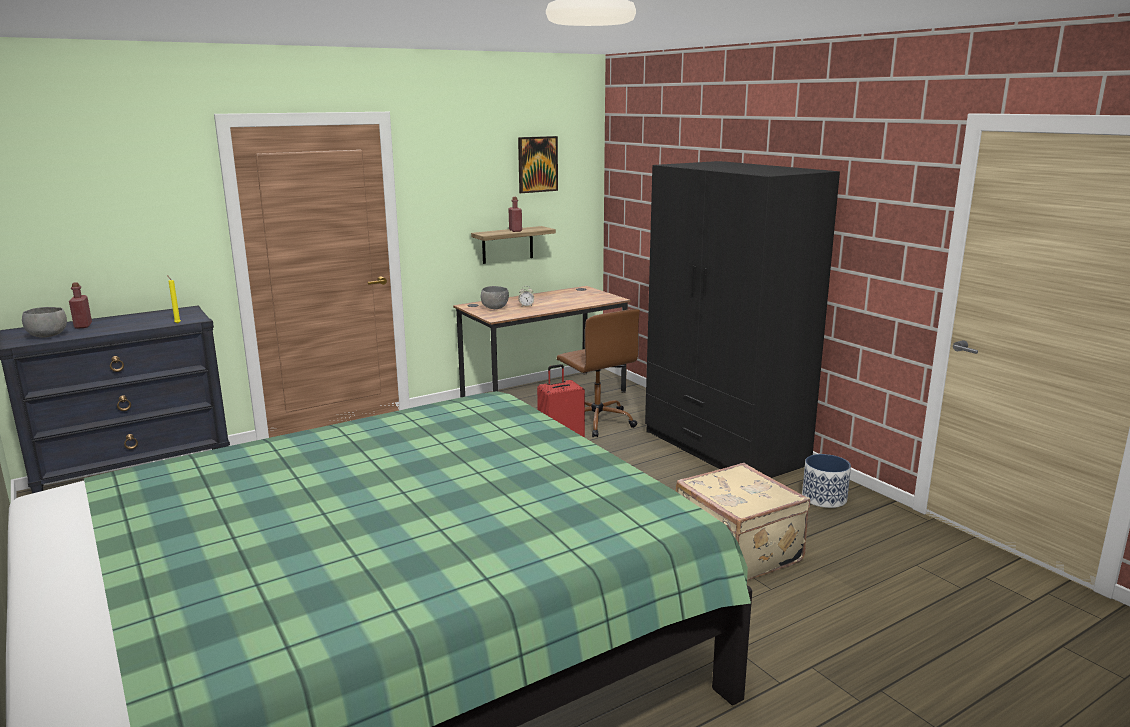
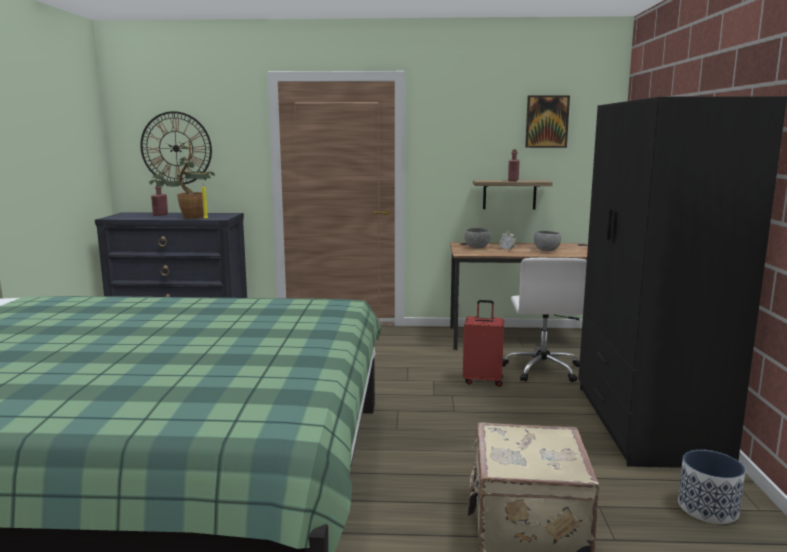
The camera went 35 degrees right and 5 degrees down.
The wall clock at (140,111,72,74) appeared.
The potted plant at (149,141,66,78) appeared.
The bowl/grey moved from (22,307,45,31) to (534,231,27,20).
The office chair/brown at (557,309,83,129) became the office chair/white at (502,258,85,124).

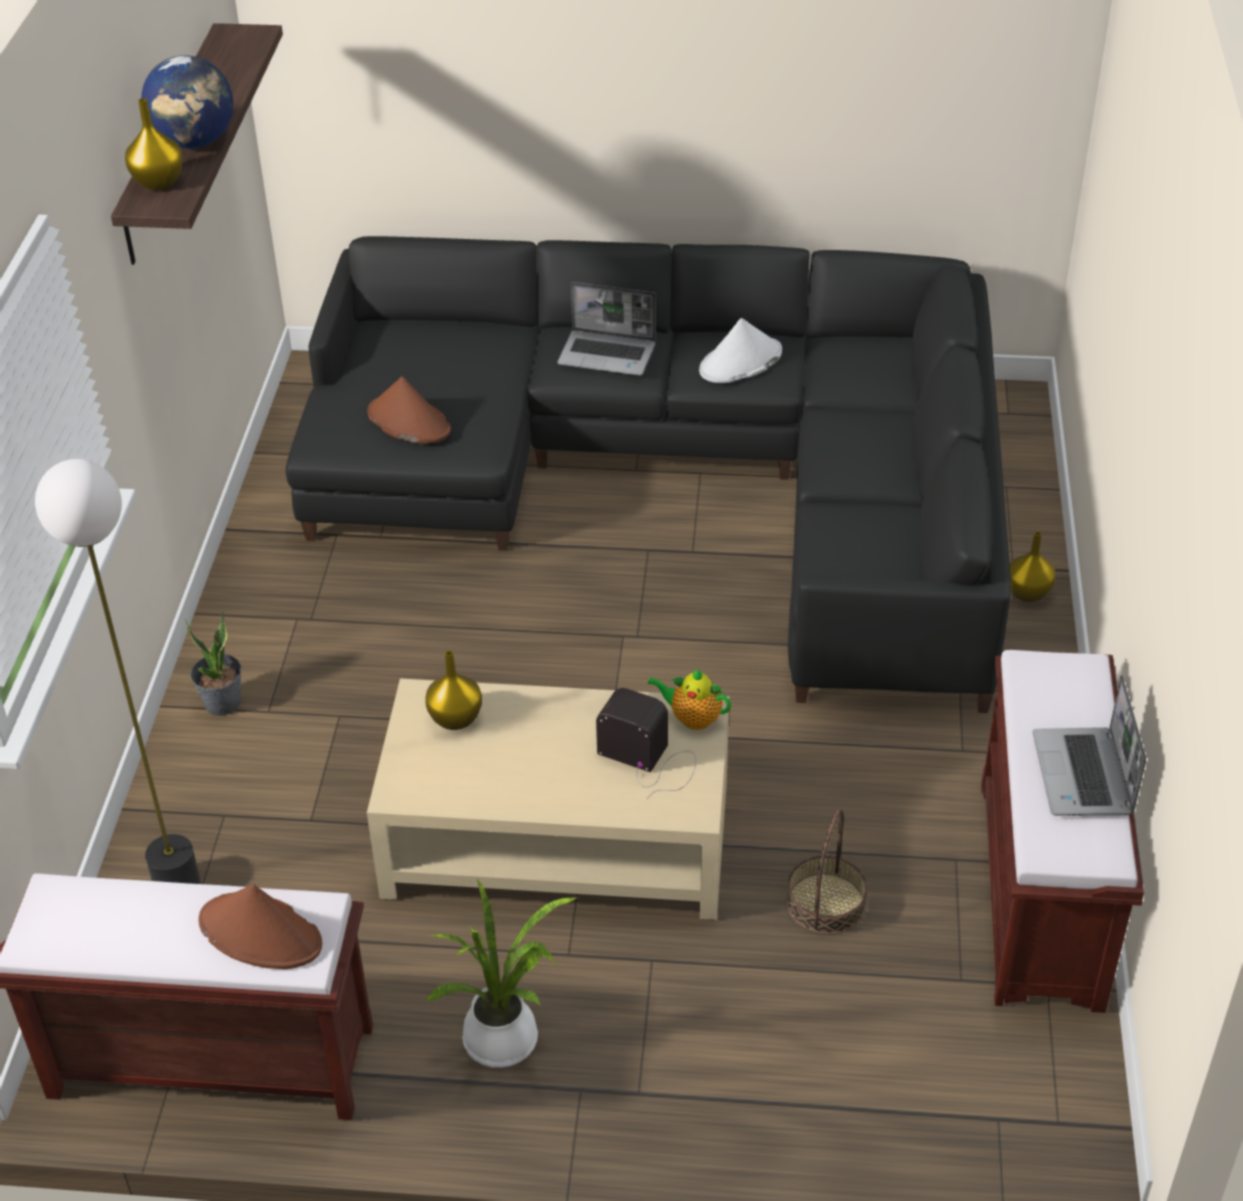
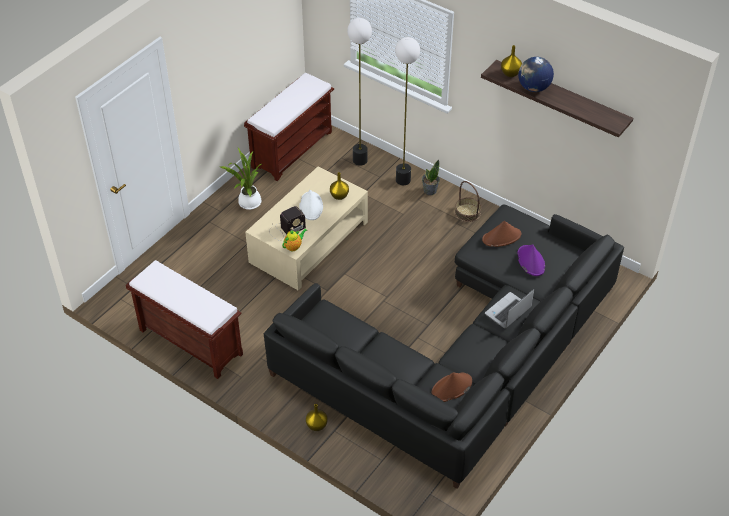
The camera went 120 degrees right and 5 degrees up.
The laptop at (1033,675,113,141) disappeared.
The floor lamp at (395,37,25,148) appeared.
The hat/purple at (517,244,28,32) appeared.
The hat/brown moved from (198,884,124,85) to (431,372,41,30).
The hat/white moved from (699,318,83,65) to (299,190,24,30).
The basket moved from (787,808,81,127) to (455,181,27,41).

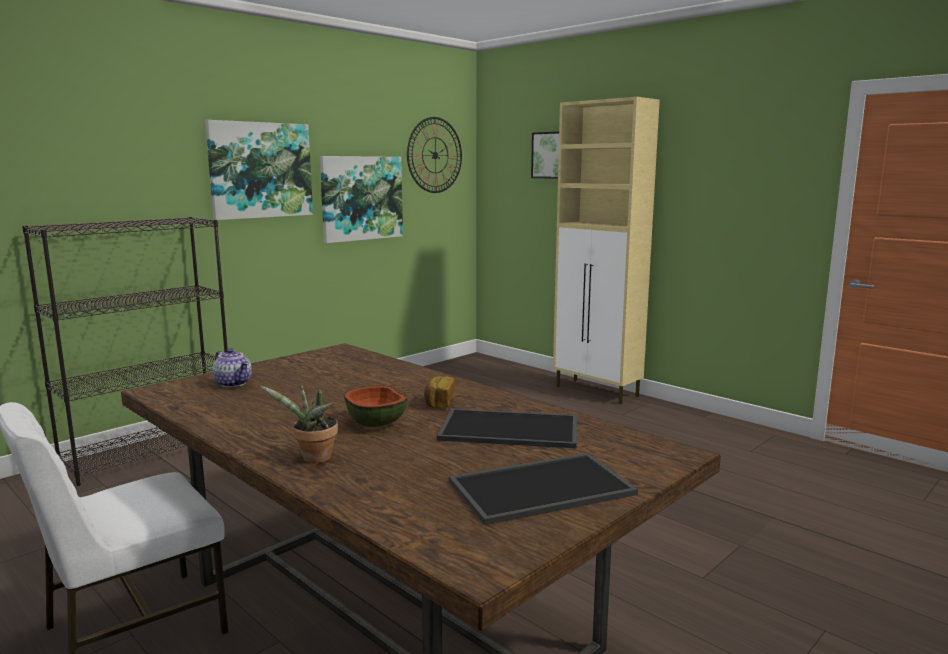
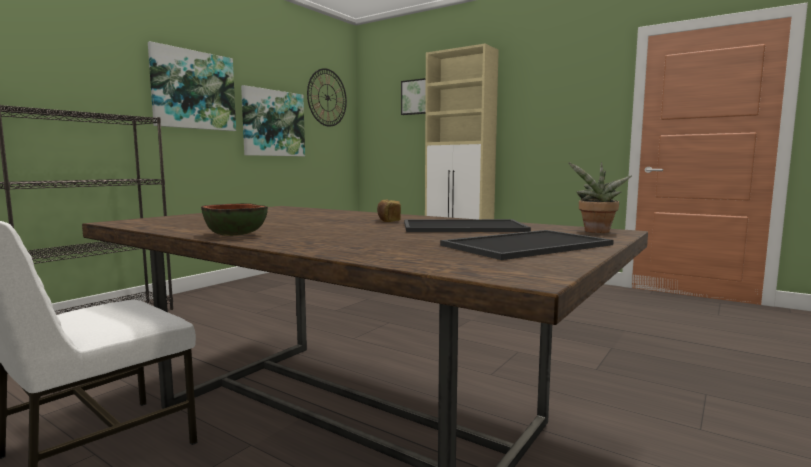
The camera went 10 degrees left and 5 degrees down.
The teapot at (212,348,40,39) disappeared.
The potted plant moved from (259,384,79,79) to (568,162,63,71).
The bowl moved from (344,385,64,42) to (201,203,67,33).

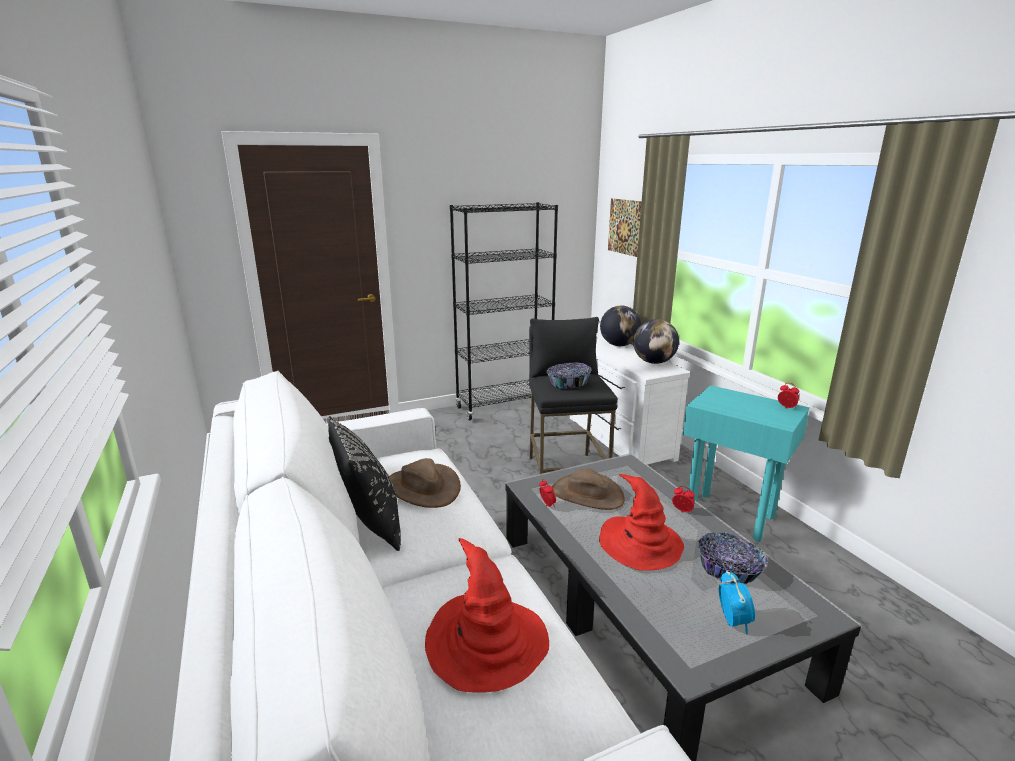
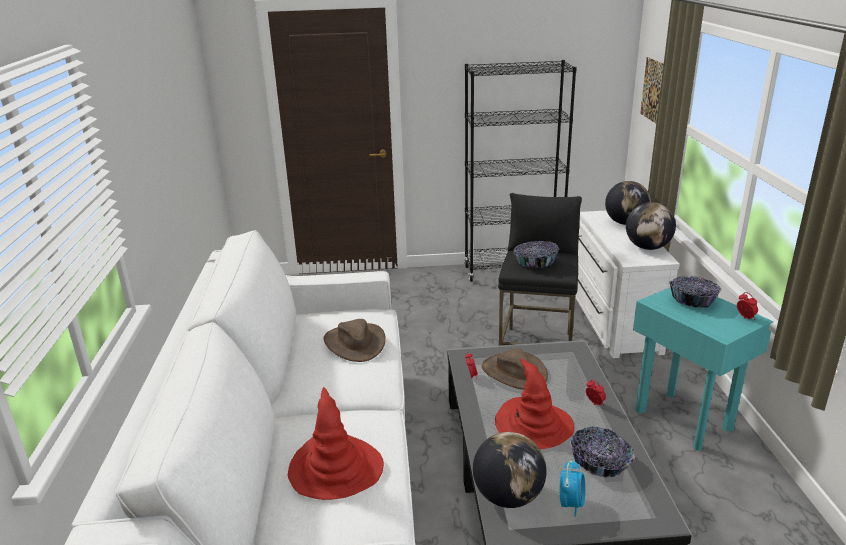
The camera went 20 degrees right and 5 degrees up.
The pillow/black at (328,416,73,135) disappeared.
The globe at (473,432,74,76) appeared.
The bowl at (669,276,53,32) appeared.

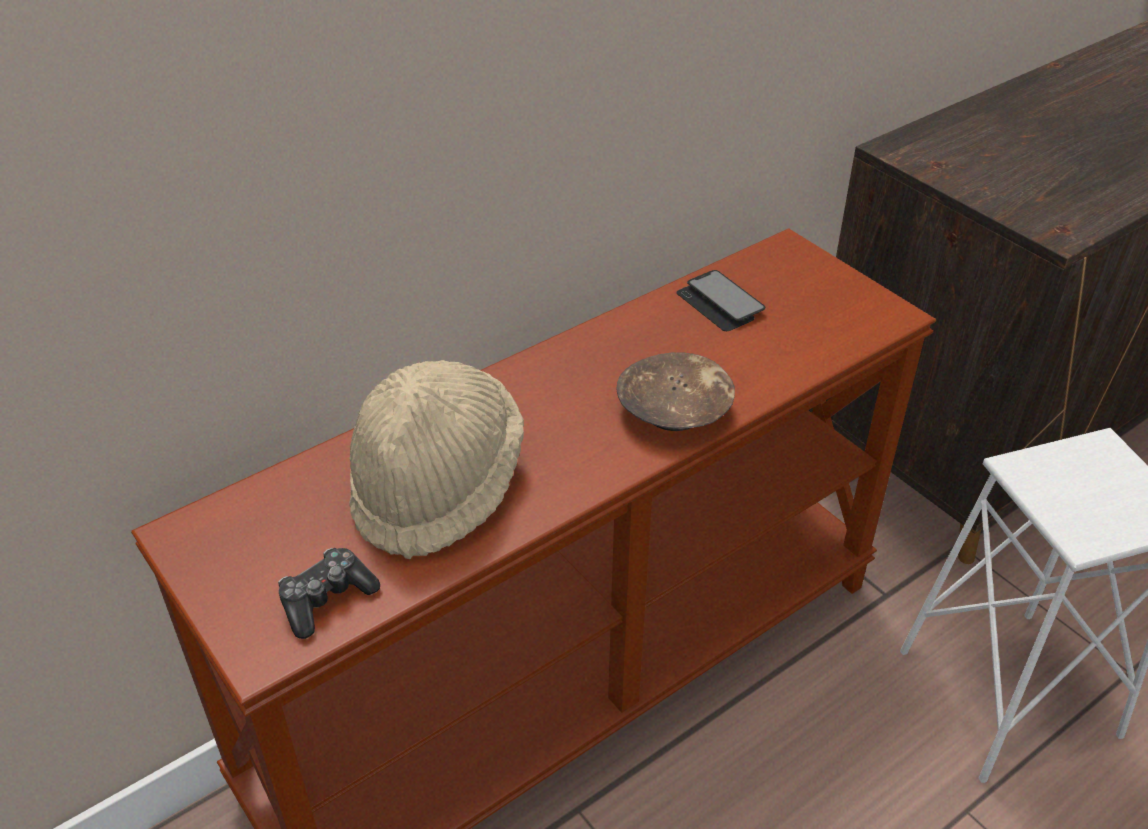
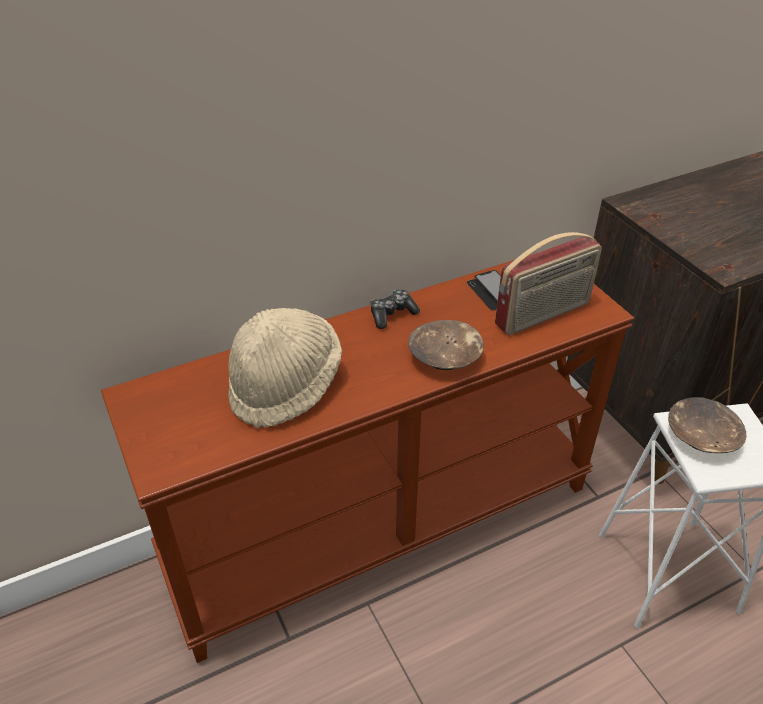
The camera went 10 degrees right and 0 degrees up.
The radio at (495,232,107,103) appeared.
The bowl/brown at (668,397,79,56) appeared.
The game controller moved from (278,548,102,91) to (370,290,50,39).

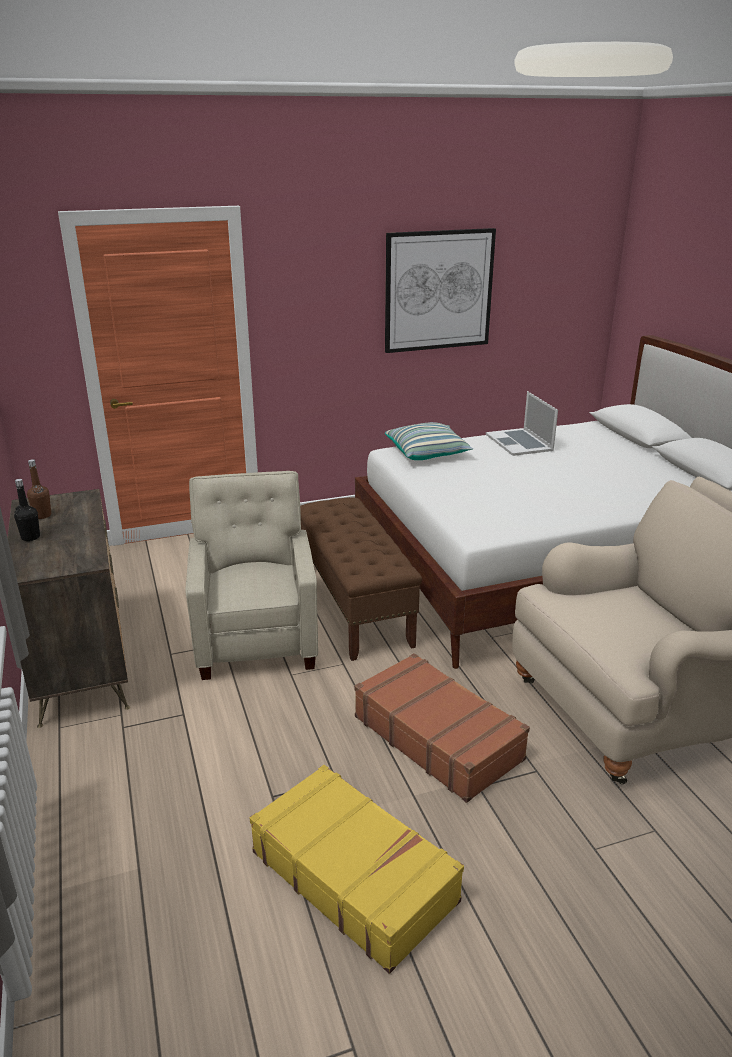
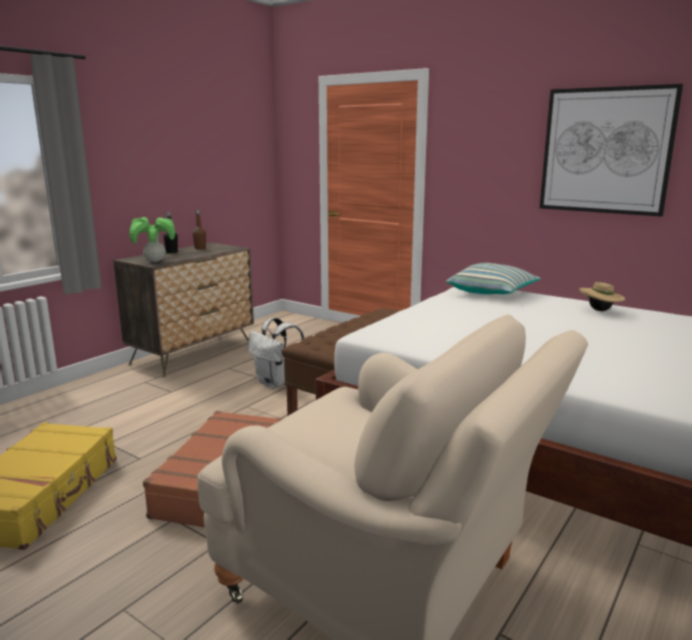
The camera went 55 degrees right and 10 degrees down.
The potted plant at (129,217,46,45) appeared.
The armchair/beige at (185,471,133,209) was replaced by the backpack/white at (248,318,56,71).
The laptop at (486,391,72,65) was replaced by the hat/beige at (580,282,45,29).

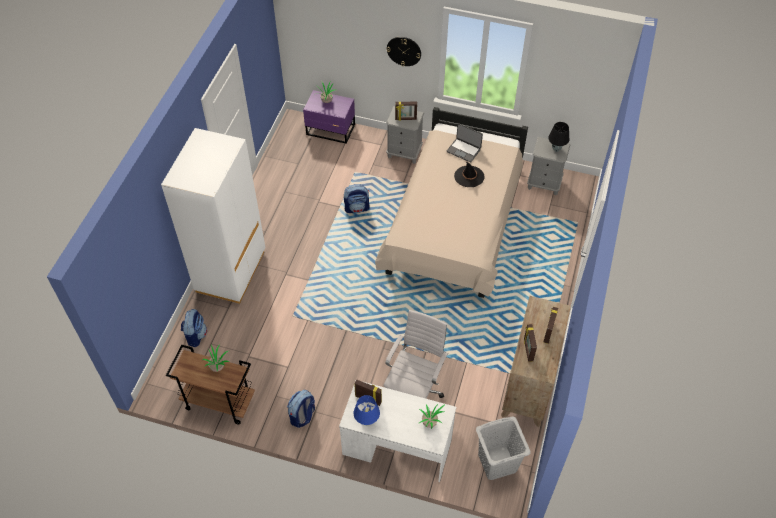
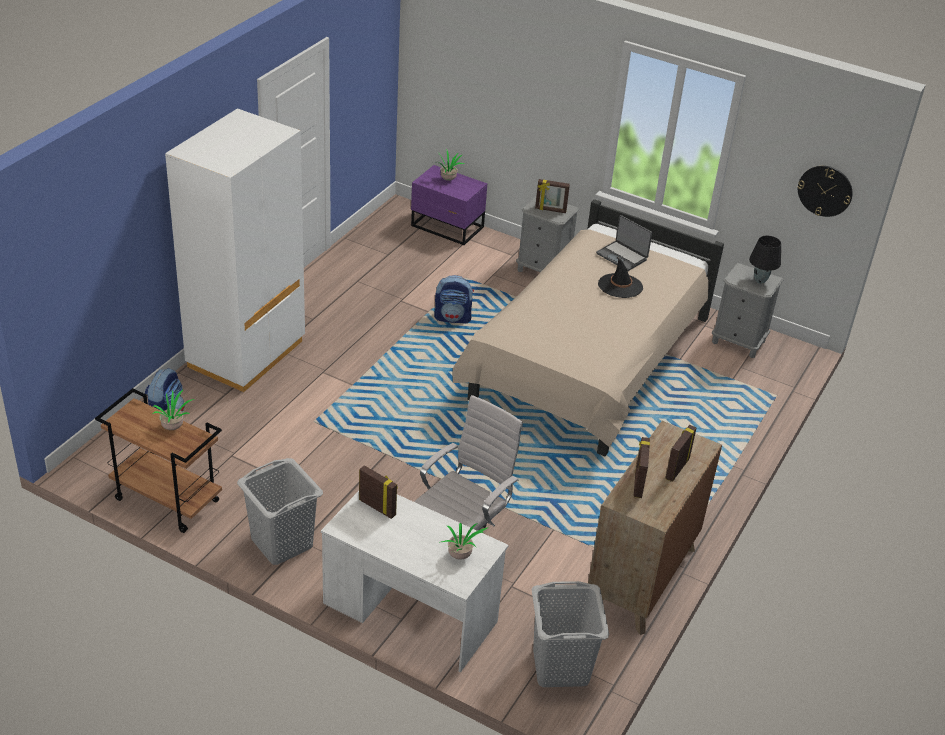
The camera went 10 degrees right and 15 degrees down.
The table lamp/blue at (354,395,26,30) disappeared.
The wall clock moved from (387,37,34,29) to (798,166,55,51).
The backpack at (287,390,28,38) was replaced by the laundry basket/grey at (237,458,86,107).

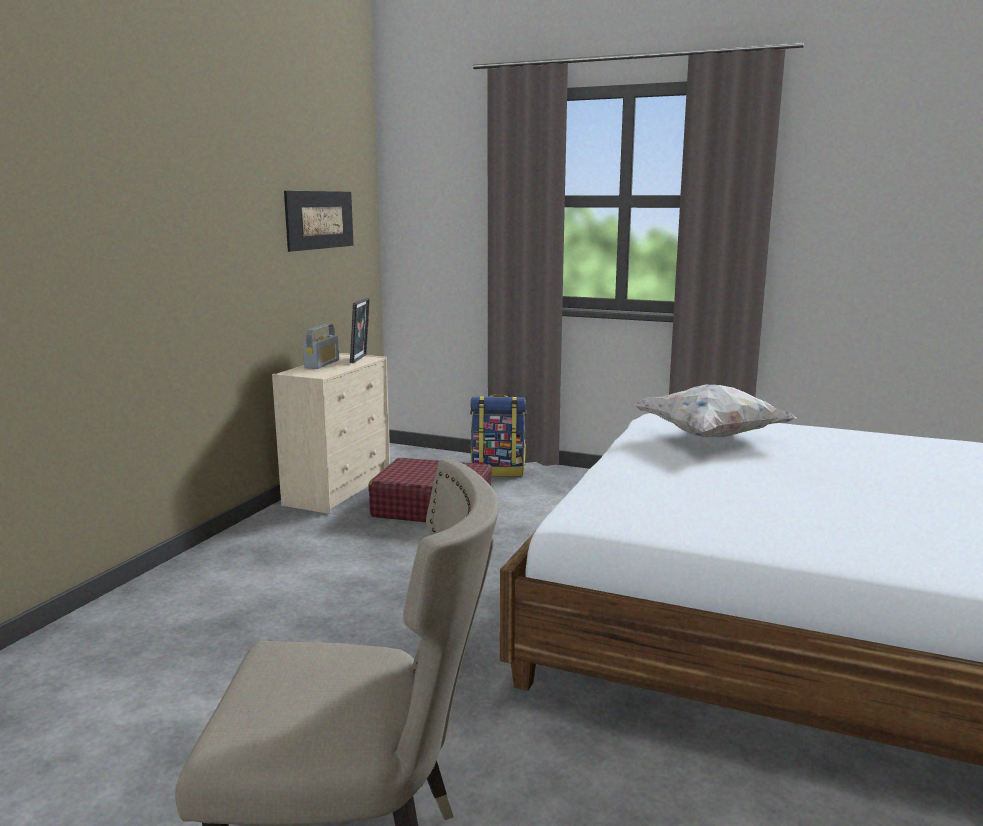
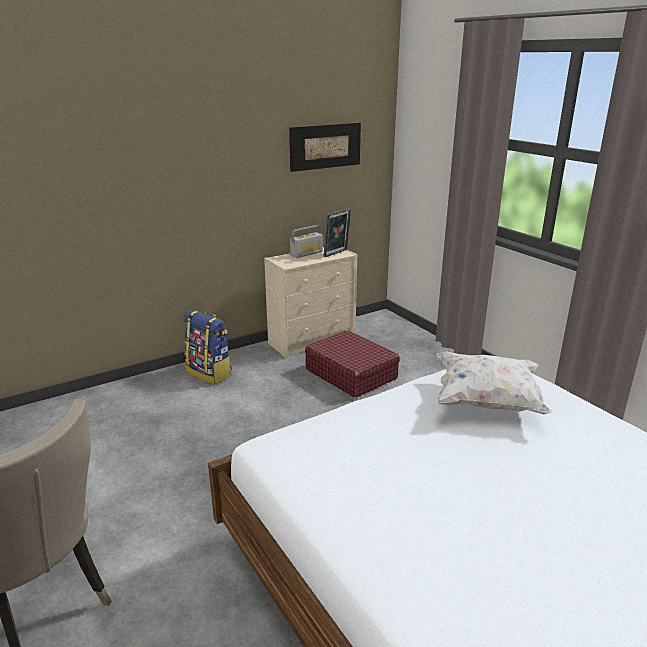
The camera went 35 degrees right and 10 degrees up.
The backpack moved from (470,395,57,82) to (184,310,48,75).

